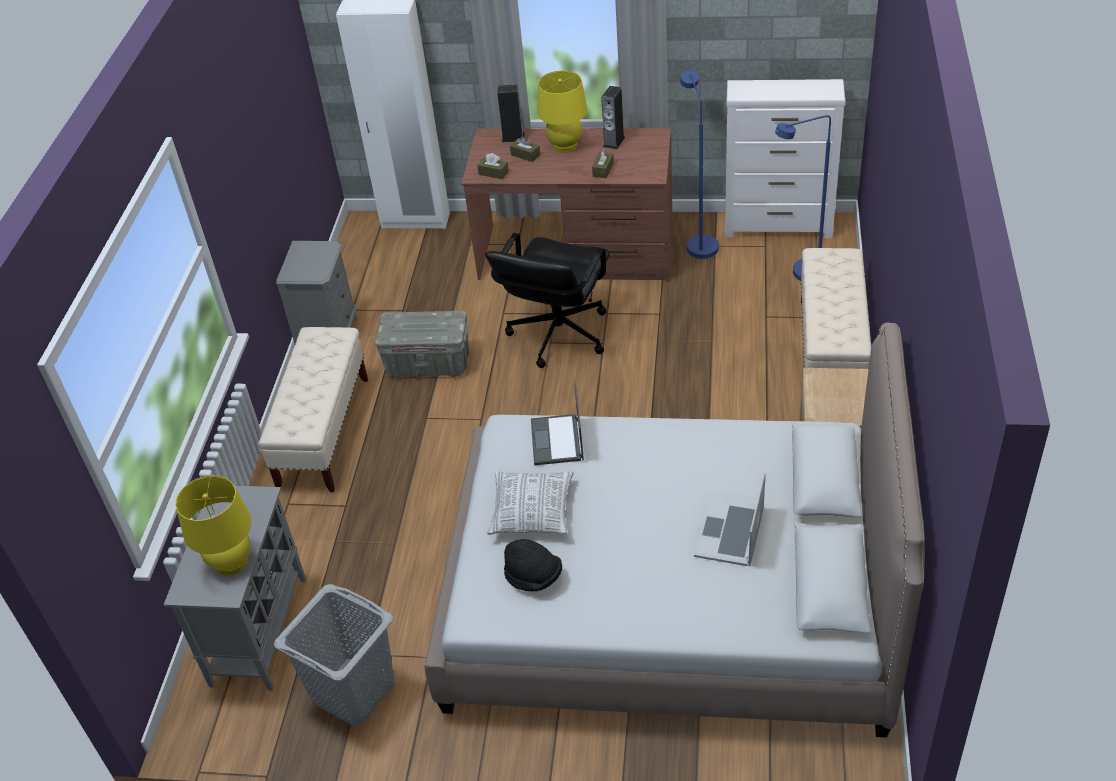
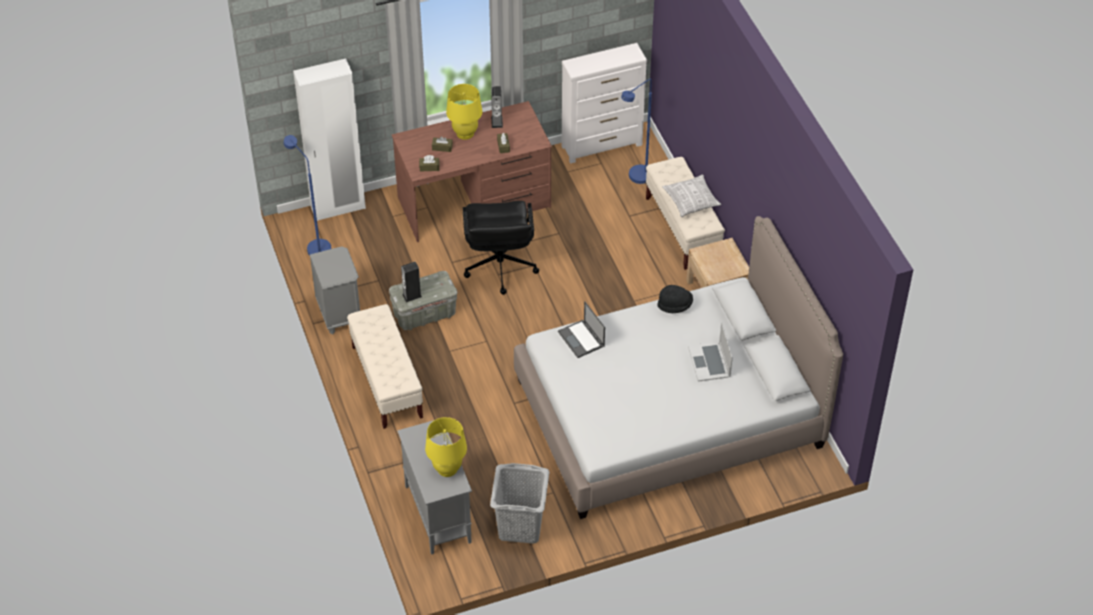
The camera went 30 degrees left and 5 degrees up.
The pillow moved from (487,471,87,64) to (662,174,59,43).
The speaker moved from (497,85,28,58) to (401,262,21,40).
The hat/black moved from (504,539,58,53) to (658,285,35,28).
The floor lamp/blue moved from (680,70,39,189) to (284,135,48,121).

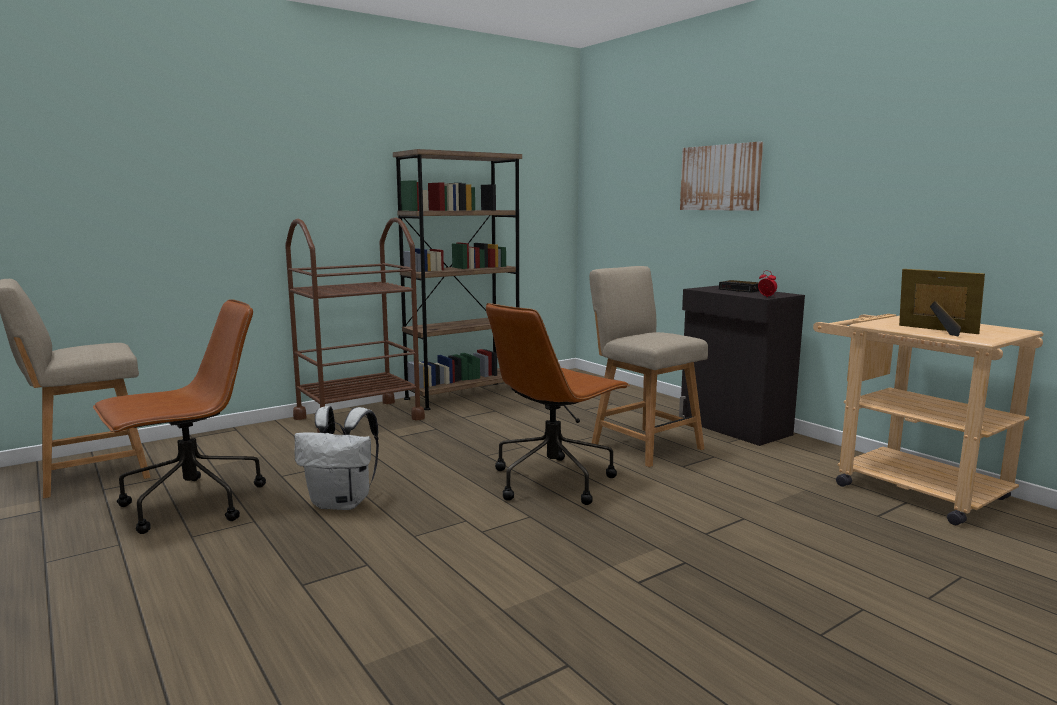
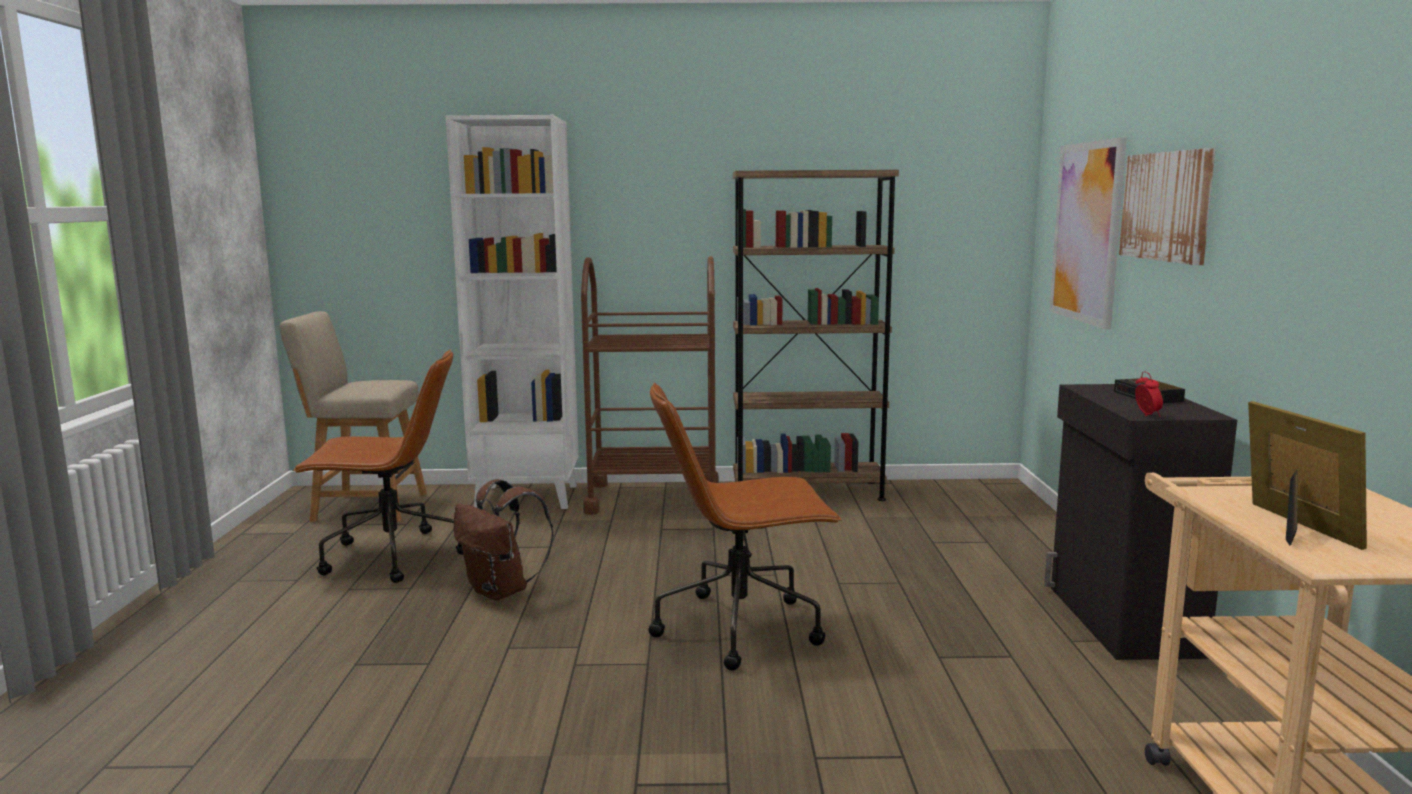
The camera went 35 degrees right and 0 degrees up.
The chair/beige at (589,266,119,201) disappeared.
The bookcase/white at (446,115,133,394) appeared.
The picture at (1049,137,78,192) appeared.
The backpack/white at (294,406,85,104) became the backpack/brown at (454,479,99,122).

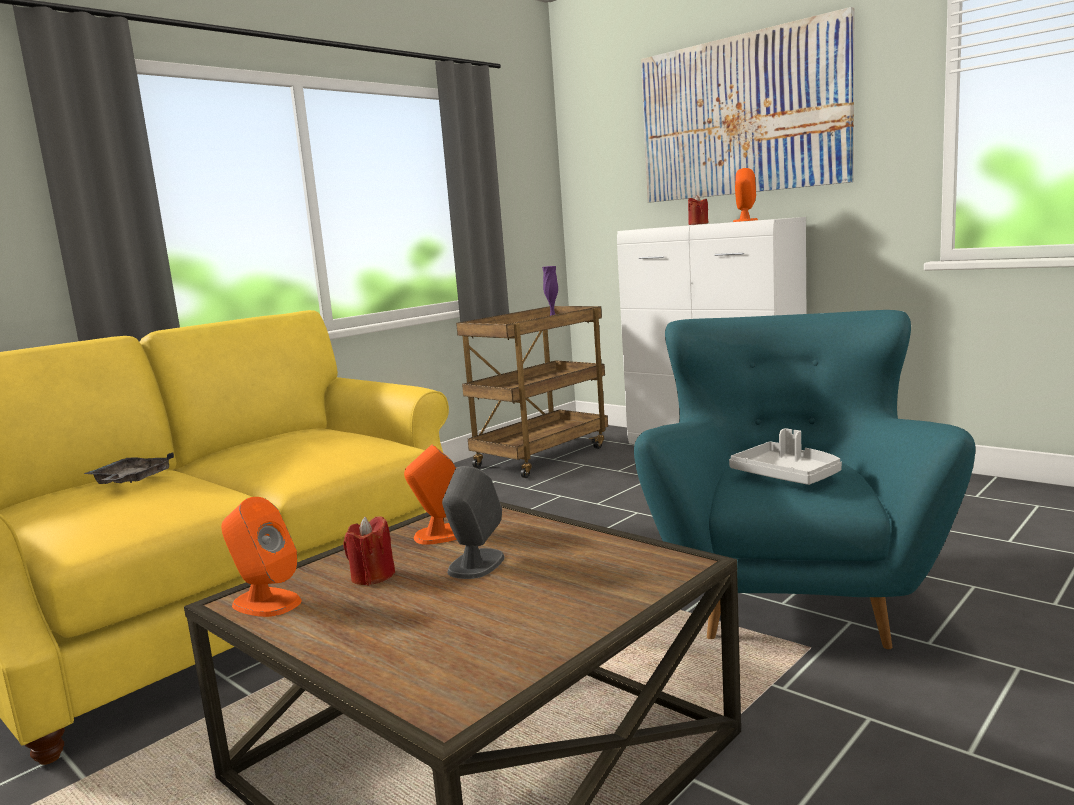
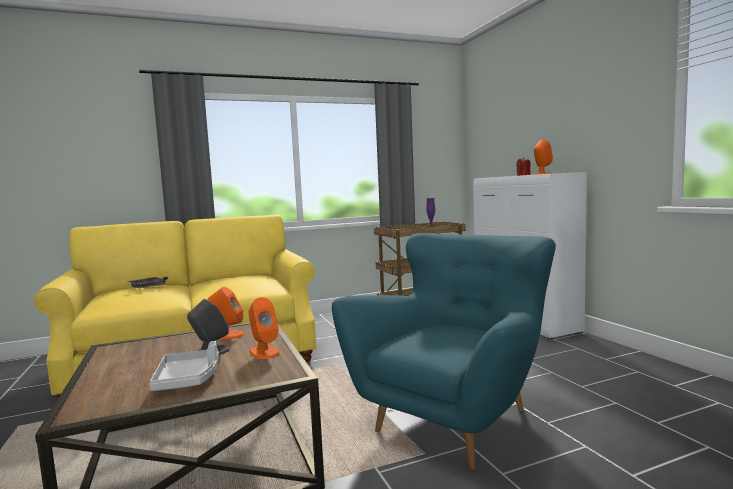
The camera went 25 degrees right and 5 degrees down.
The candle/red at (344,516,51,70) disappeared.
The picture at (641,7,213,196) disappeared.
The speaker/orange moved from (221,497,81,120) to (249,297,31,62).
The tray/grey moved from (729,428,113,57) to (149,341,70,50).

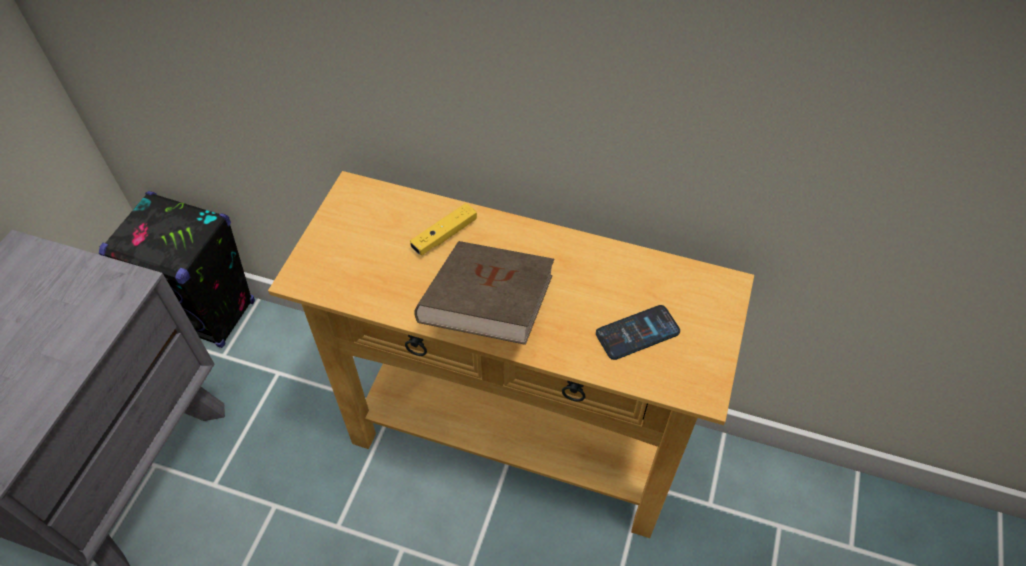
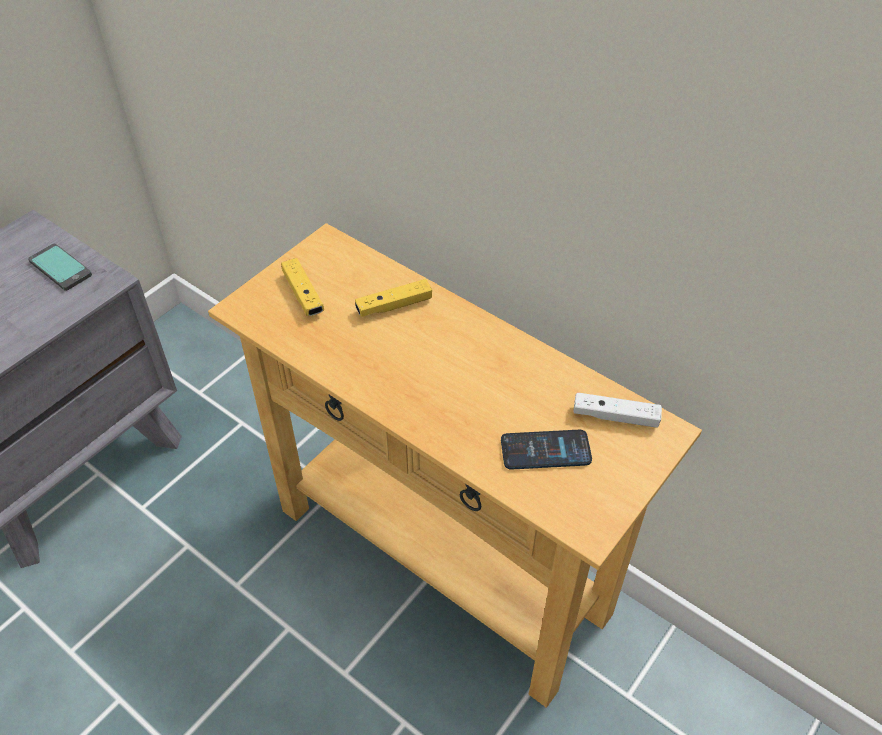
The camera went 20 degrees right and 5 degrees down.
The speaker/black at (99,191,156,157) disappeared.
The book/brown at (414,241,140,104) disappeared.
The phone at (28,244,64,47) appeared.
The game controller/yellow at (281,258,43,58) appeared.
The game controller/white at (573,392,89,36) appeared.

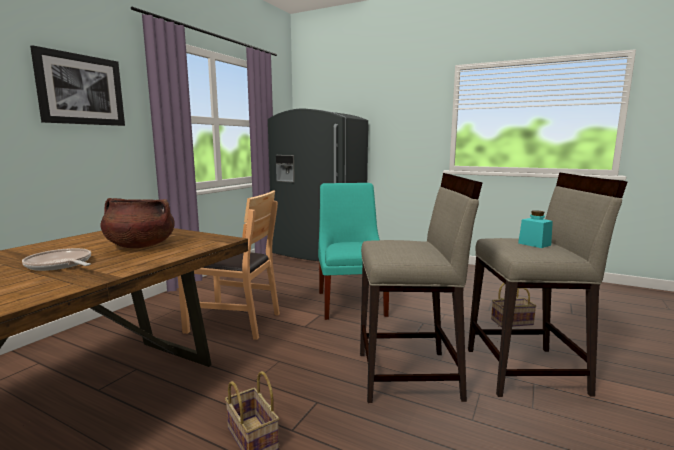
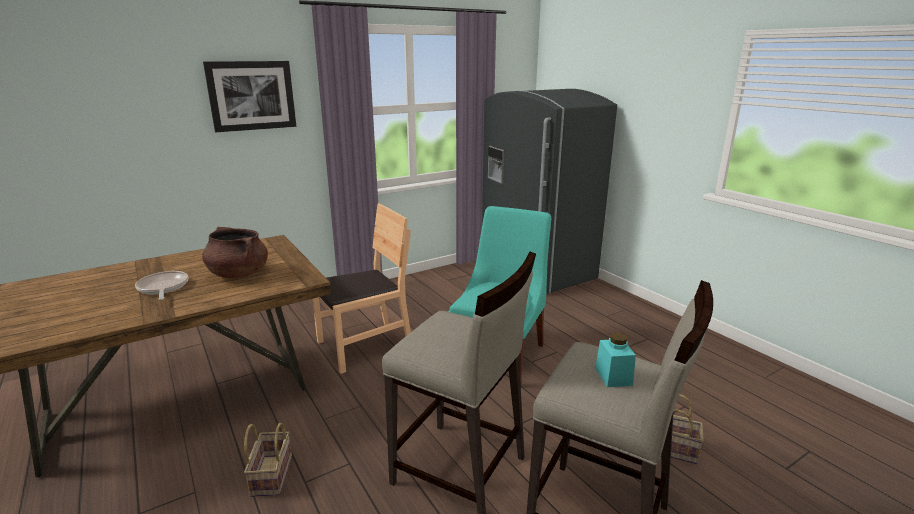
The camera went 30 degrees right and 10 degrees up.
The chair/brown at (178,190,102,150) turned 75 degrees counterclockwise.

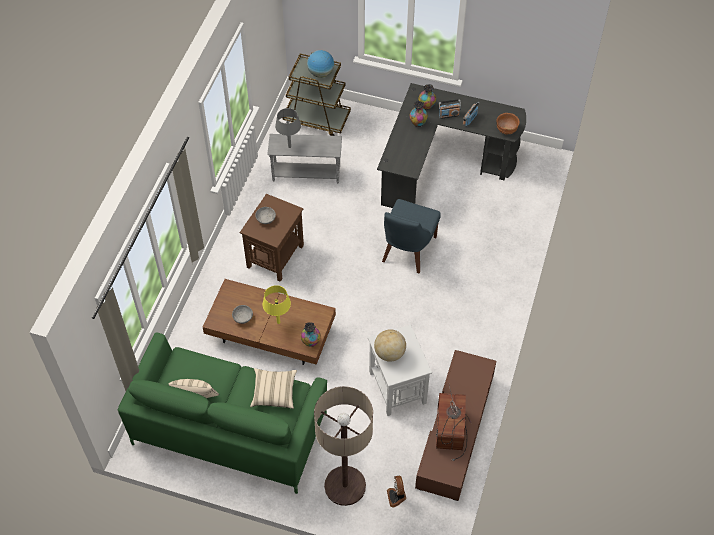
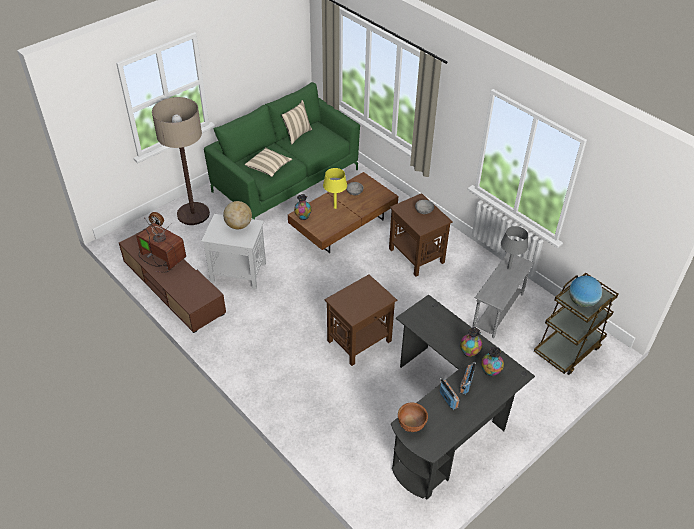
The camera went 120 degrees right and 10 degrees down.
The chair/blue at (382,199,59,74) was replaced by the side table/brown at (324,274,73,92).

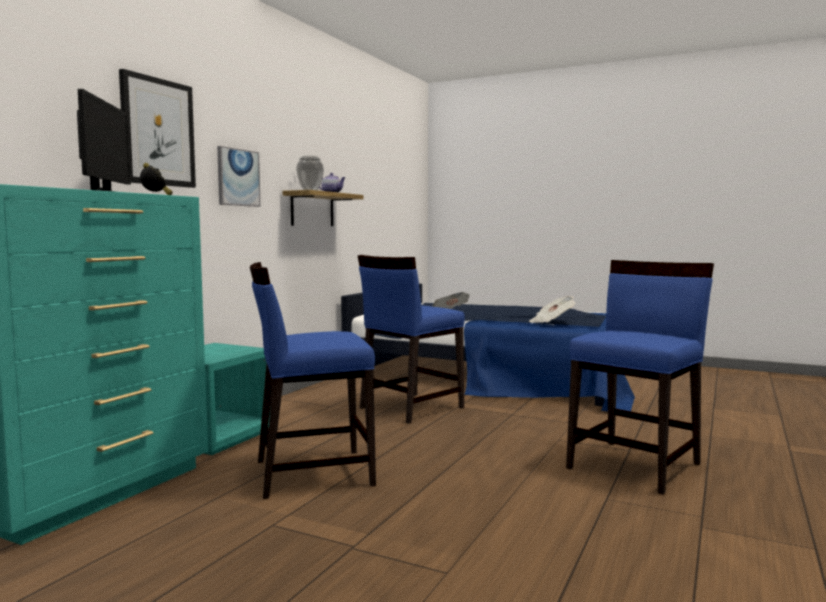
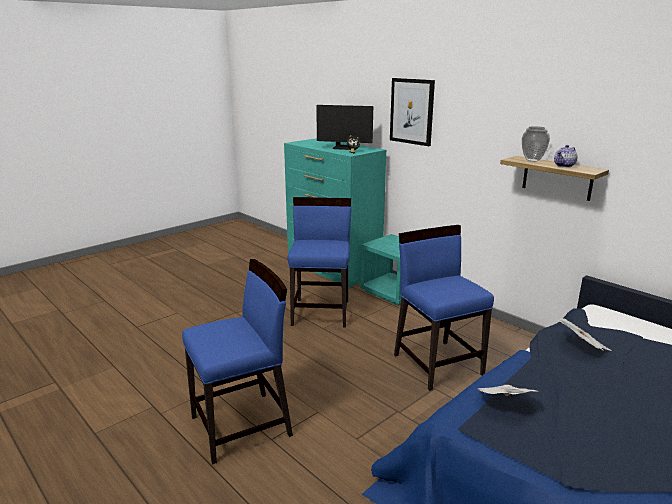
The camera went 110 degrees right and 15 degrees up.
The picture at (217,146,44,61) disappeared.
The chair/blue at (566,260,148,235) turned 90 degrees counterclockwise.

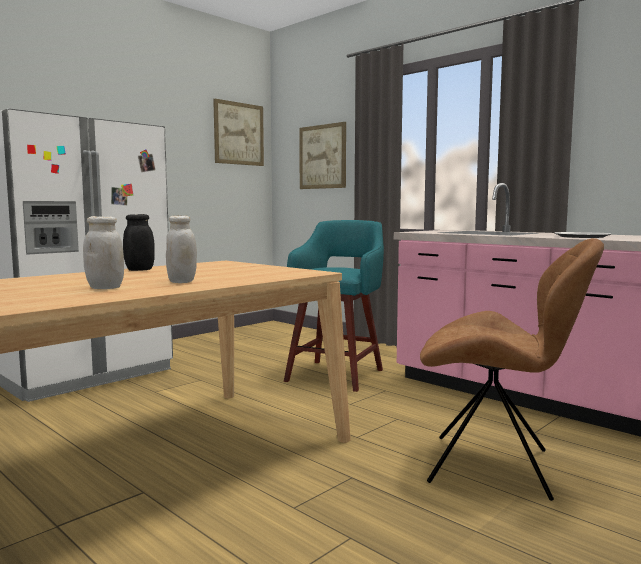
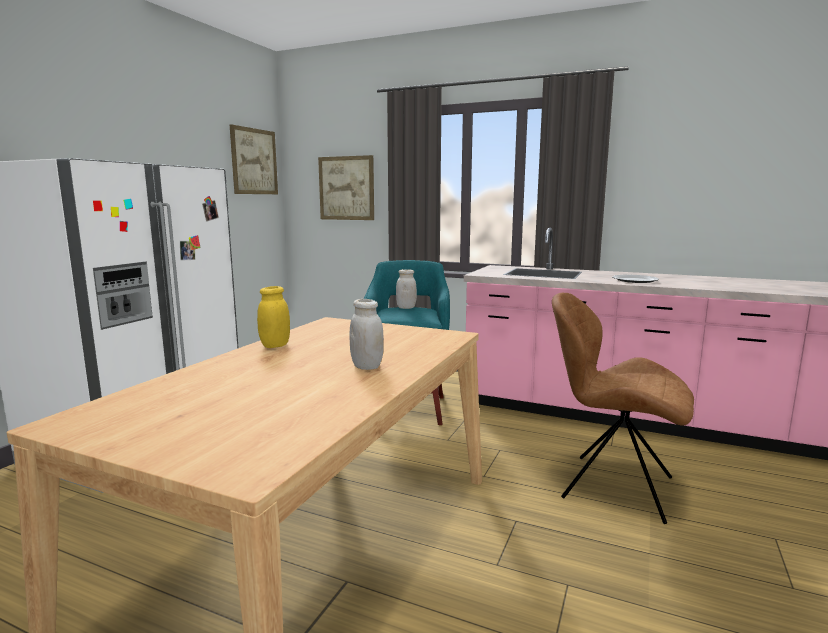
The camera went 20 degrees left and 5 degrees up.
The jar/white moved from (83,216,41,73) to (396,269,21,40).
The jar/black at (123,214,32,57) became the jar/yellow at (257,286,33,62).
The chair/brown at (420,238,184,263) turned 150 degrees counterclockwise.

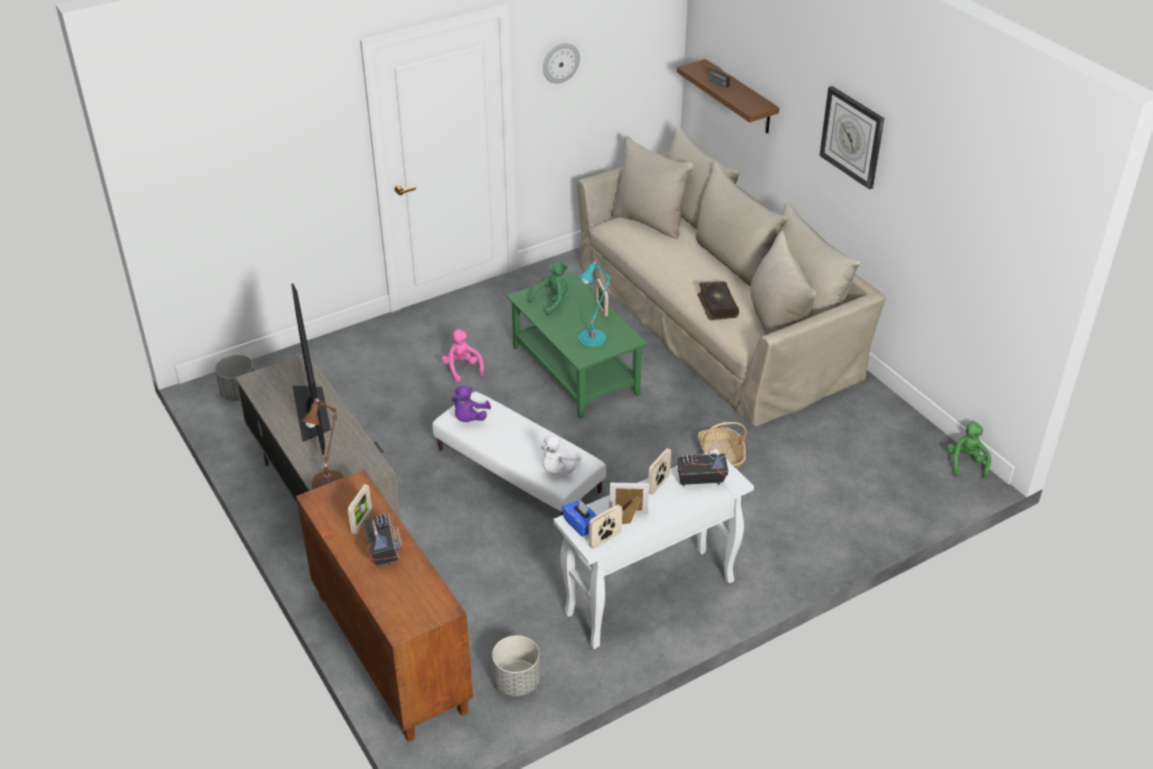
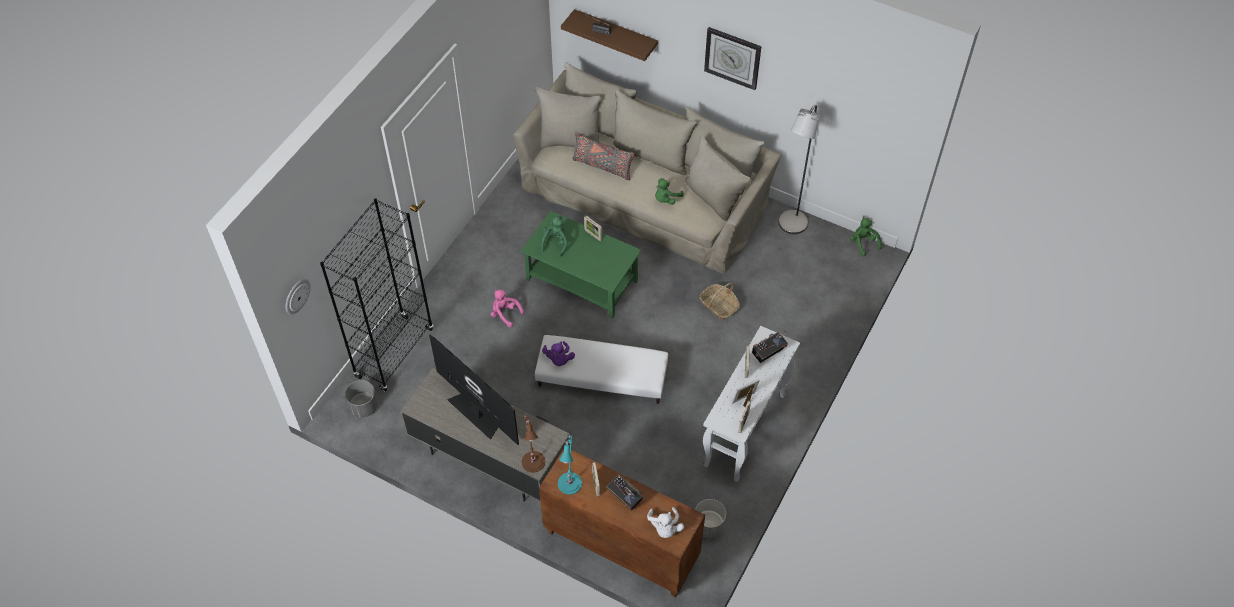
The camera went 30 degrees left and 15 degrees up.
The tissue box/blue at (562,499,35,38) disappeared.
The bookcase/black at (320,198,113,194) appeared.
The pillow/grey at (572,133,63,48) appeared.
The floor lamp/grey at (779,105,42,129) appeared.
The plush toy/white moved from (541,435,40,38) to (647,507,37,31).
The wall clock moved from (543,43,37,41) to (286,279,25,36).
The table lamp/turquoise moved from (578,260,33,87) to (558,435,24,60).
The book at (698,281,41,39) was replaced by the plush toy/green at (655,178,29,27).

